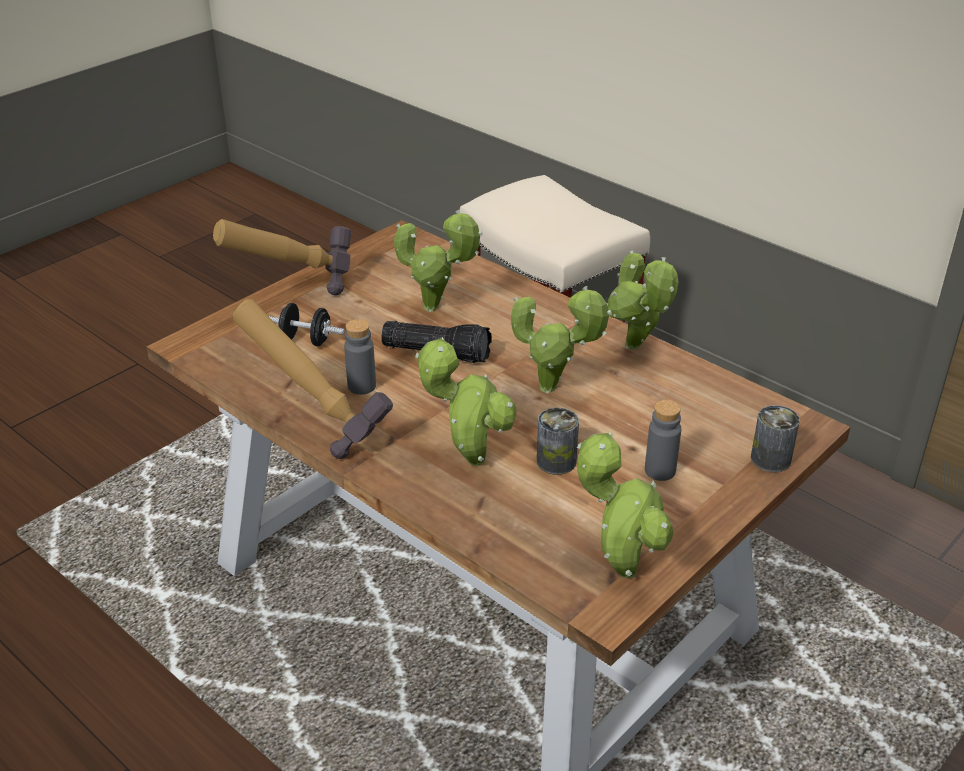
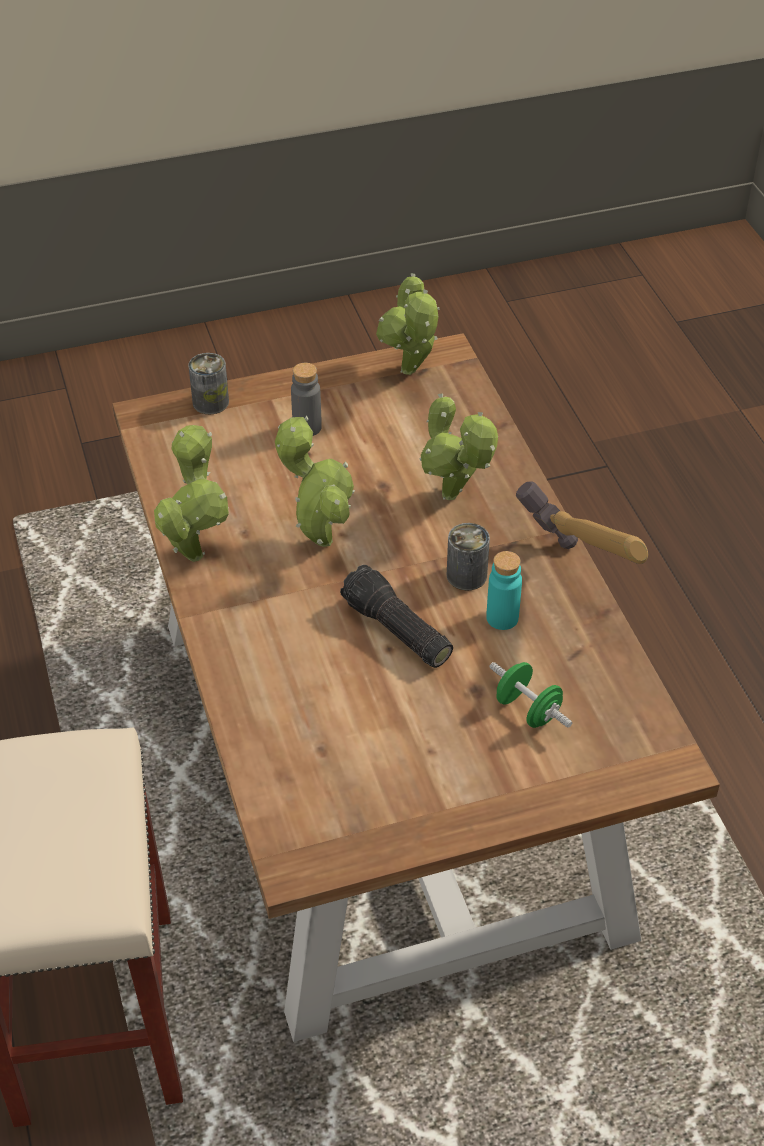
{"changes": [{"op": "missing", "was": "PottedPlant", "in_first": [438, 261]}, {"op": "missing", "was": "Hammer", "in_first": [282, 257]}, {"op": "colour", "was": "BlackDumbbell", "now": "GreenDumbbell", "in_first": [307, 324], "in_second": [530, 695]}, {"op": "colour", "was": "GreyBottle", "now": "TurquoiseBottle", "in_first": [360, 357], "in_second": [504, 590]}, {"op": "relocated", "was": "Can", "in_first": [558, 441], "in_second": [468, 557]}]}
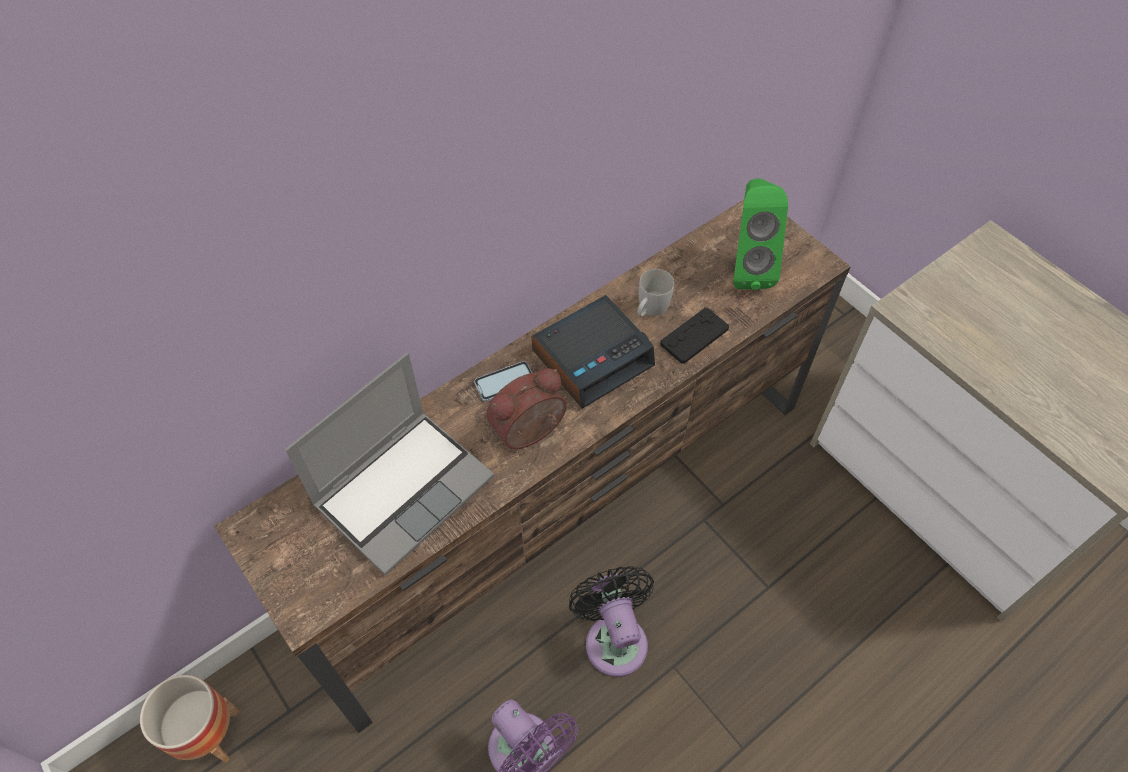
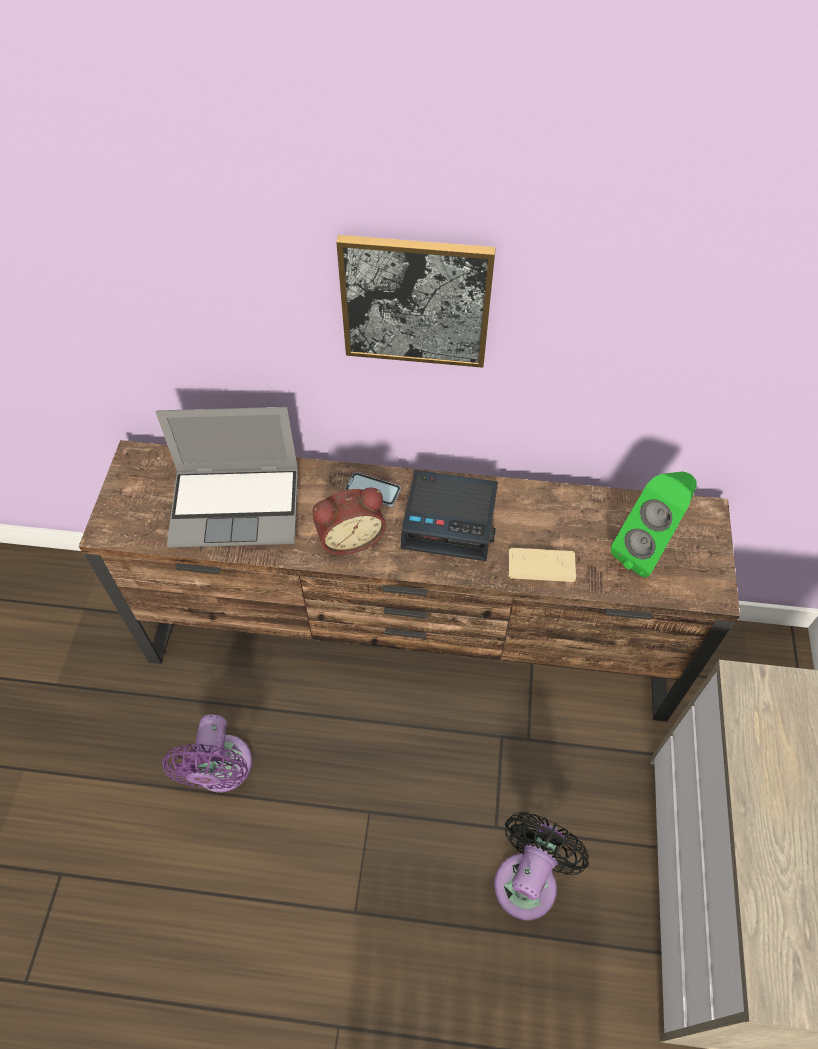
{"changes": [{"op": "missing", "was": "WhiteMug", "in_first": [655, 293]}, {"op": "colour", "was": "BlackGameController", "now": "BeigeGameController", "in_first": [694, 336], "in_second": [542, 565]}, {"op": "spun", "was": "AlarmClock", "in_first": [526, 408], "in_second": [349, 521], "clockwise": 150}, {"op": "relocated", "was": "BlackFan", "in_first": [611, 621], "in_second": [541, 866]}, {"op": "missing", "was": "Planter", "in_first": [190, 719]}, {"op": "appeared", "now": "Picture", "in_second": [416, 301]}]}
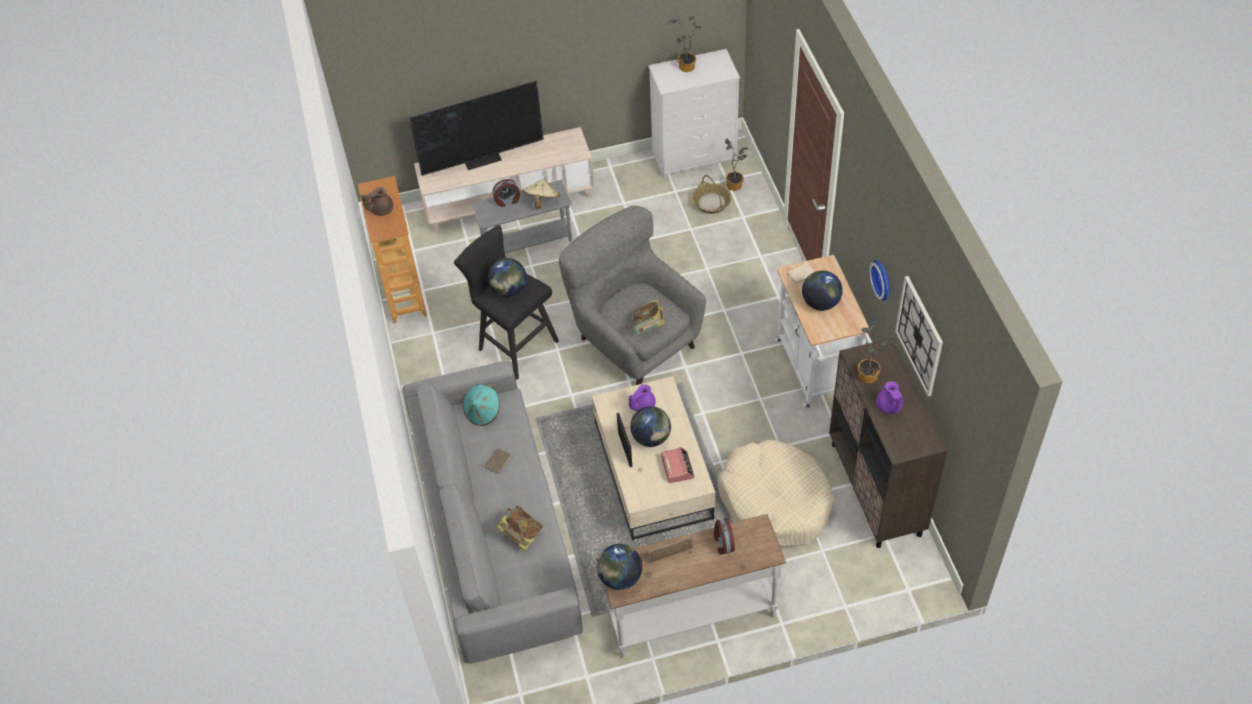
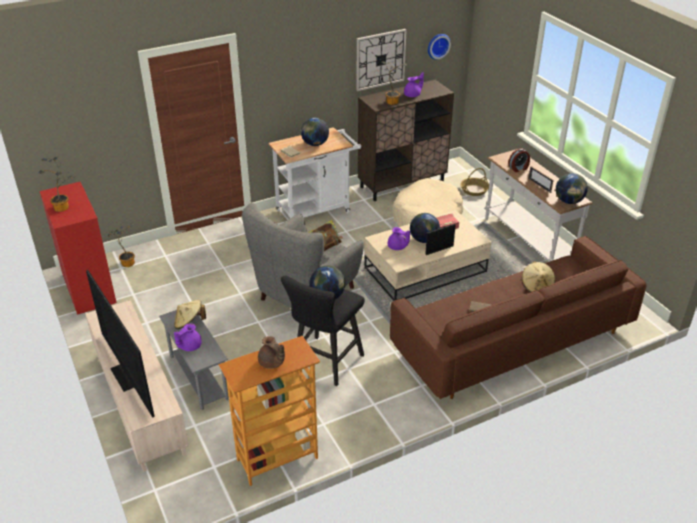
{"changes": [{"op": "colour", "was": "WhiteDresser", "now": "RedDresser", "in_first": [694, 114], "in_second": [78, 248]}, {"op": "relocated", "was": "Basket", "in_first": [712, 194], "in_second": [474, 182]}, {"op": "exchanged", "was": "AlarmClock", "now": "PurpleTeapot", "in_first": [506, 193], "in_second": [188, 337]}, {"op": "relocated", "was": "WallClock", "in_first": [879, 280], "in_second": [439, 47]}, {"op": "colour", "was": "GreySofa", "now": "BrownSofa", "in_first": [493, 512], "in_second": [518, 317]}, {"op": "missing", "was": "TurquoiseHat", "in_first": [481, 405]}, {"op": "exchanged", "was": "Book", "now": "BeigeHat", "in_first": [519, 528], "in_second": [538, 276]}]}
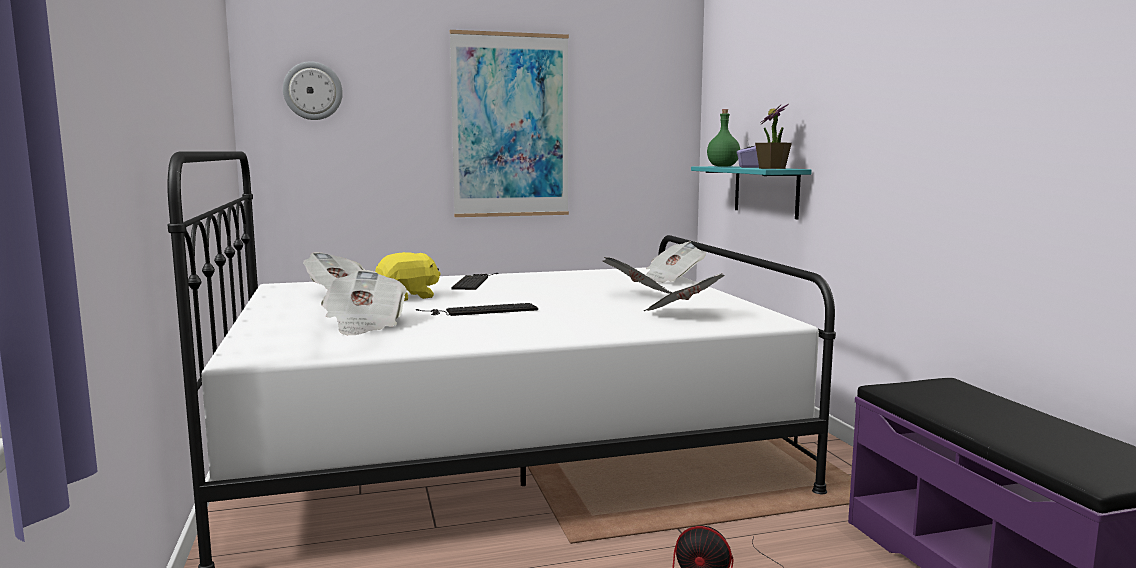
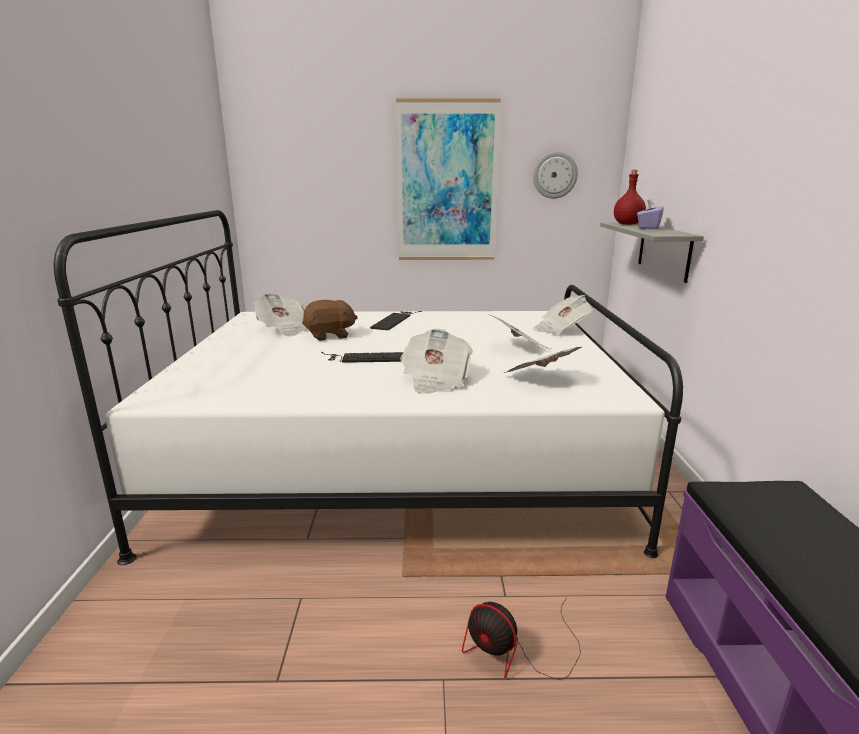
{"changes": [{"op": "relocated", "was": "WallClock", "in_first": [313, 90], "in_second": [555, 175]}, {"op": "missing", "was": "PottedPlant", "in_first": [773, 136]}, {"op": "colour", "was": "GreenBottle", "now": "RedBottle", "in_first": [723, 138], "in_second": [630, 197]}, {"op": "colour", "was": "TurquoiseShelf", "now": "GreyShelf", "in_first": [751, 192], "in_second": [652, 252]}, {"op": "colour", "was": "YellowPlushToy", "now": "BrownPlushToy", "in_first": [408, 276], "in_second": [330, 320]}, {"op": "relocated", "was": "Newspaper", "in_first": [364, 302], "in_second": [436, 361]}]}
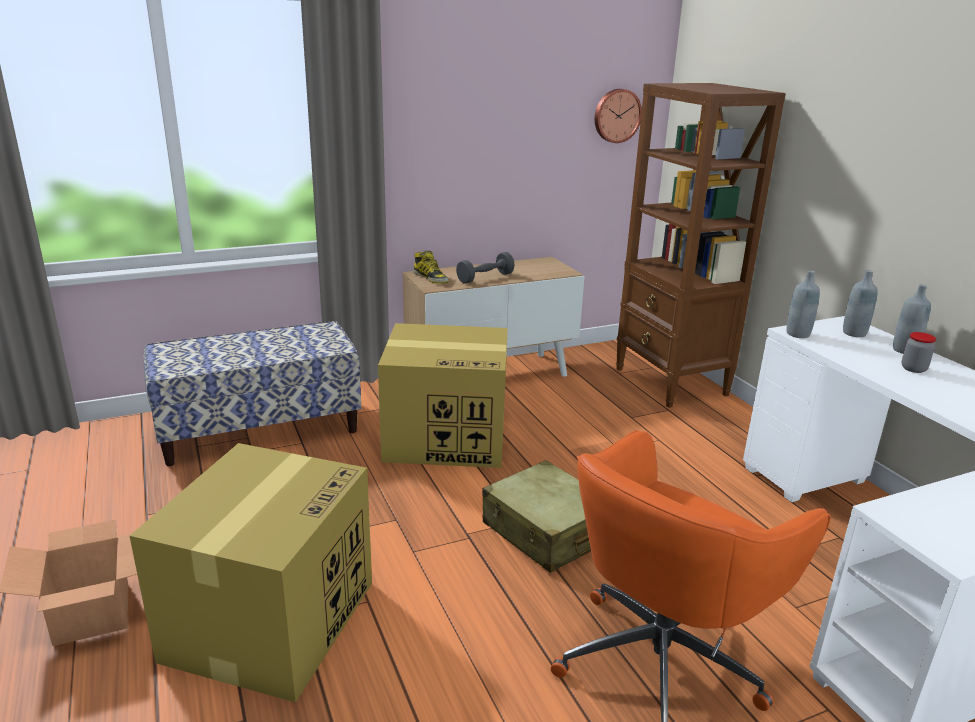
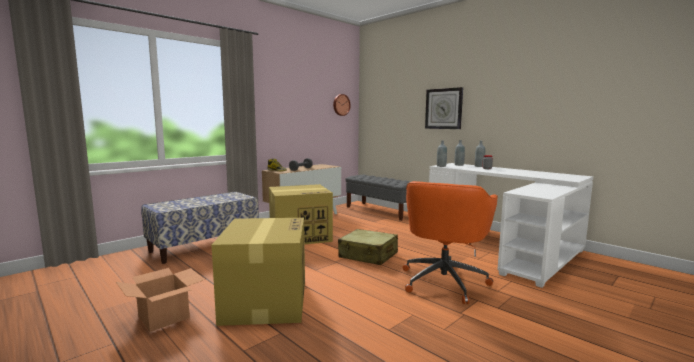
{"changes": [{"op": "exchanged", "was": "BrownBookcase", "now": "GreyBench", "in_first": [701, 245], "in_second": [377, 198]}, {"op": "appeared", "now": "WallClock", "in_second": [444, 108]}]}
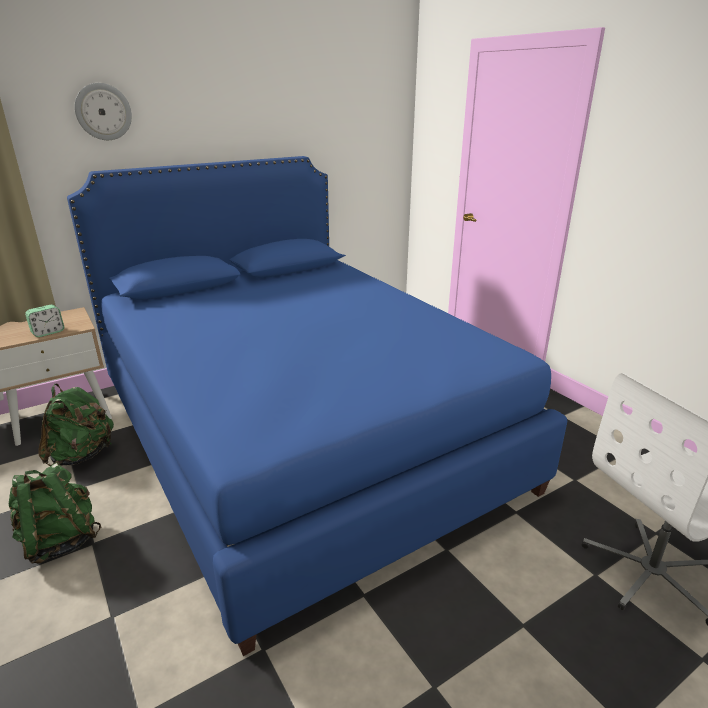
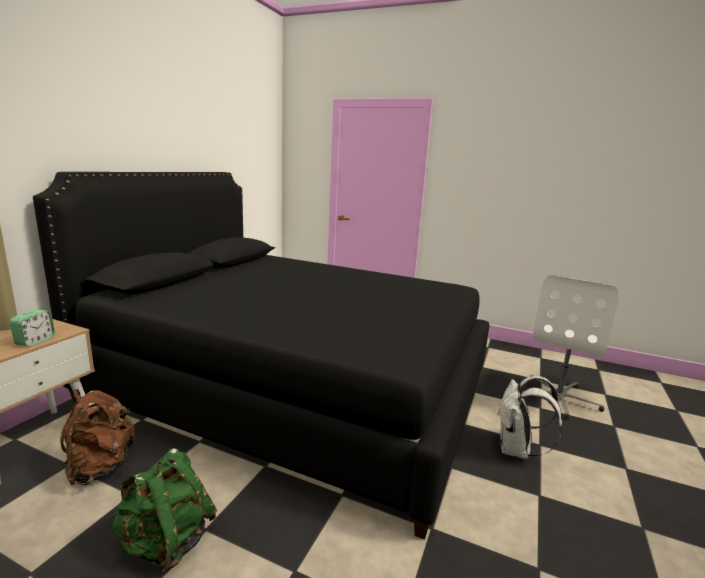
{"changes": [{"op": "missing", "was": "WallClock", "in_first": [103, 111]}, {"op": "colour", "was": "BlueBed", "now": "BlackBed", "in_first": [317, 406], "in_second": [261, 356]}, {"op": "colour", "was": "GreenBackpack", "now": "BrownBackpack", "in_first": [76, 424], "in_second": [98, 437]}, {"op": "appeared", "now": "WhiteBackpack", "in_second": [530, 417]}]}
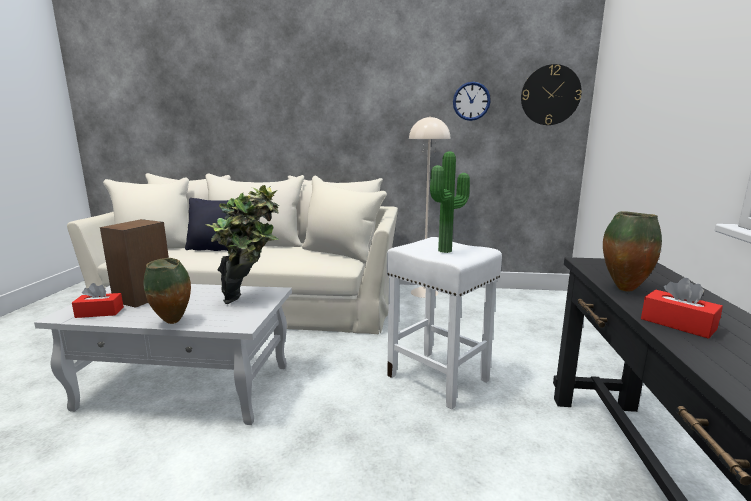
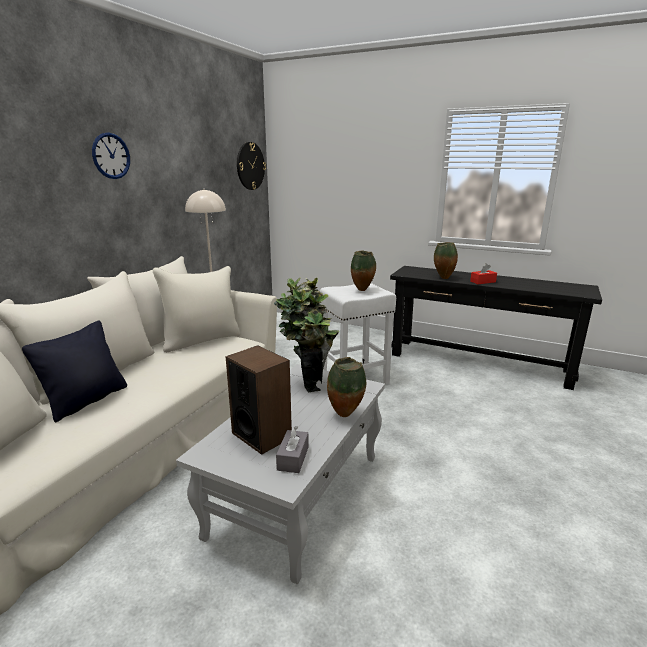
{"changes": [{"op": "relocated", "was": "WallClock", "in_first": [472, 101], "in_second": [111, 156]}, {"op": "exchanged", "was": "PottedPlant", "now": "Vase", "in_first": [450, 202], "in_second": [363, 271]}, {"op": "colour", "was": "RedTissueBox", "now": "GreyTissueBox", "in_first": [98, 300], "in_second": [292, 449]}]}
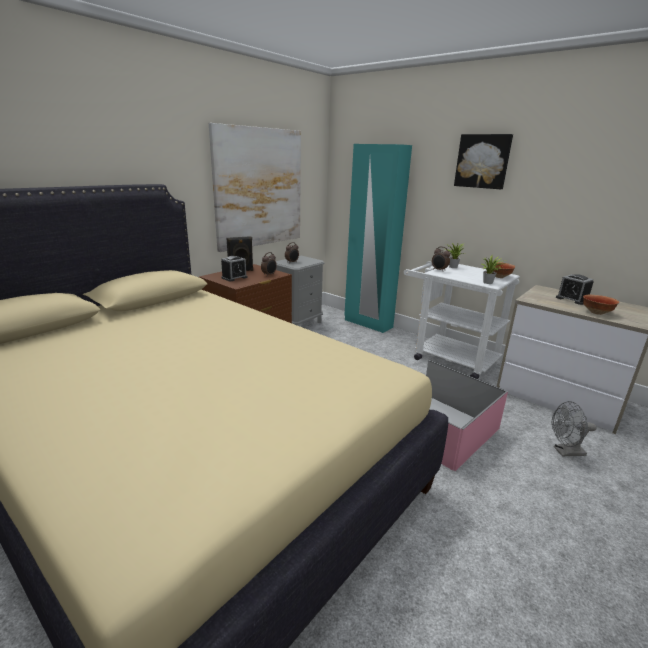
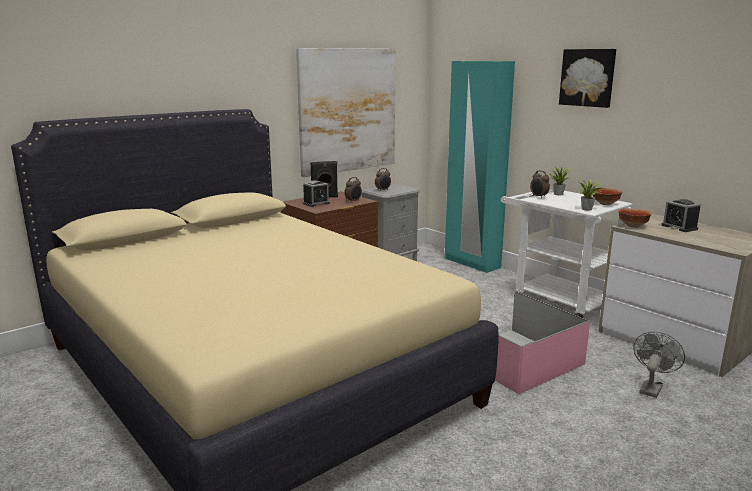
{"changes": [{"op": "relocated", "was": "Bowl", "in_first": [601, 305], "in_second": [635, 218]}, {"op": "spun", "was": "GreyFan", "in_first": [574, 429], "in_second": [659, 365], "clockwise": 120}]}
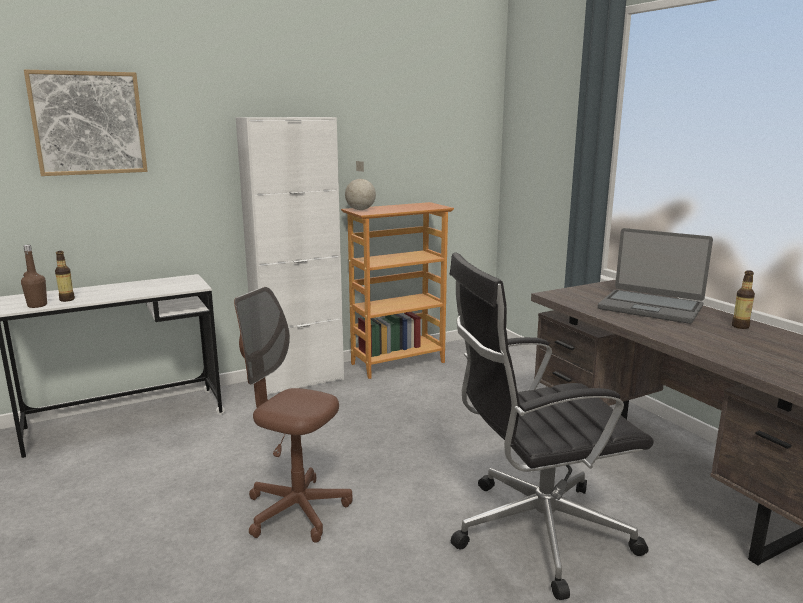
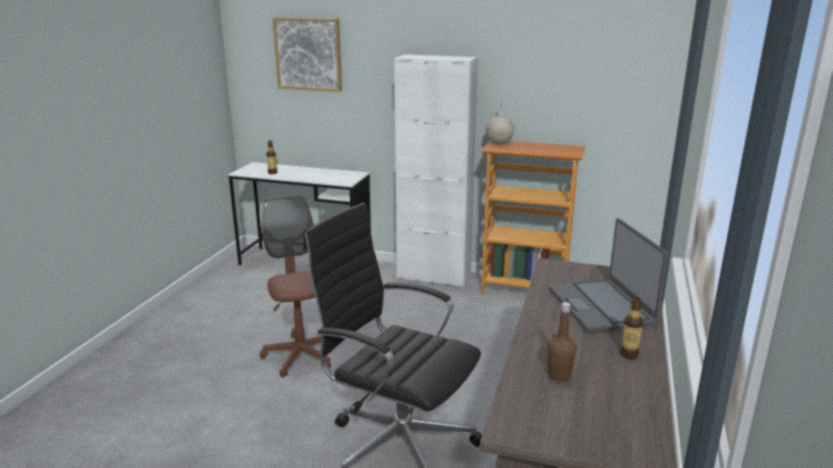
{"changes": [{"op": "relocated", "was": "BrownBottle", "in_first": [34, 276], "in_second": [562, 341]}]}
